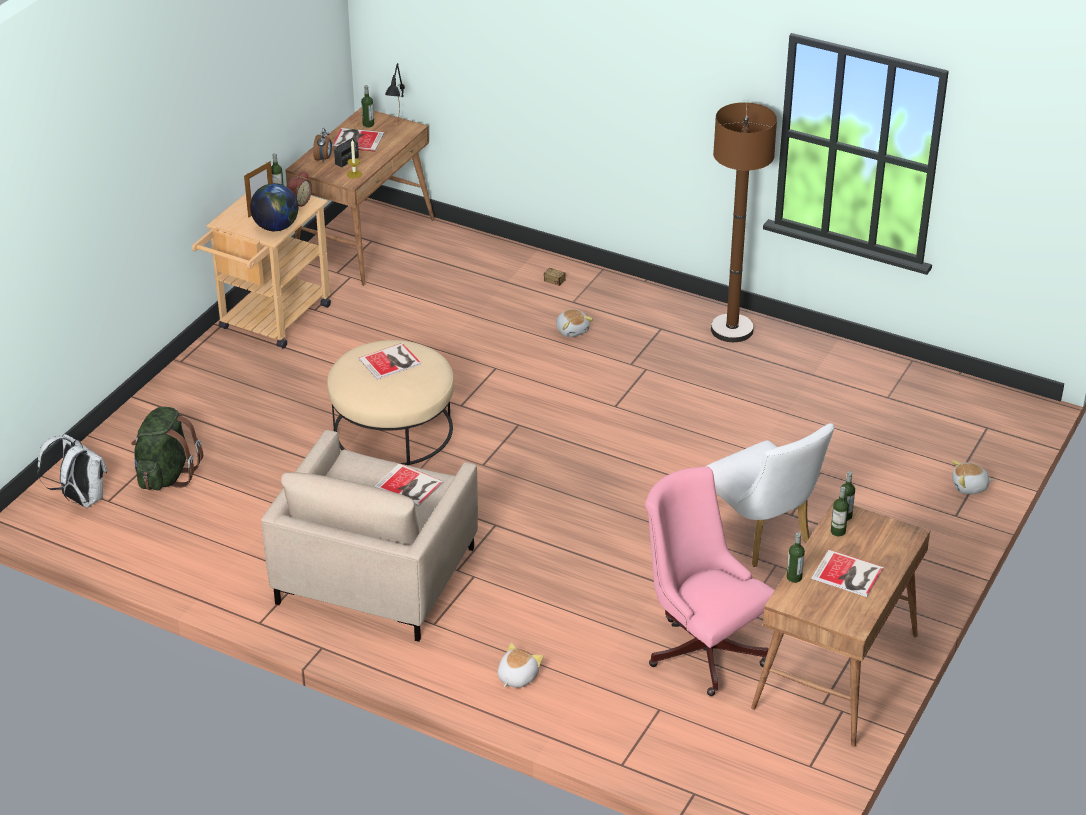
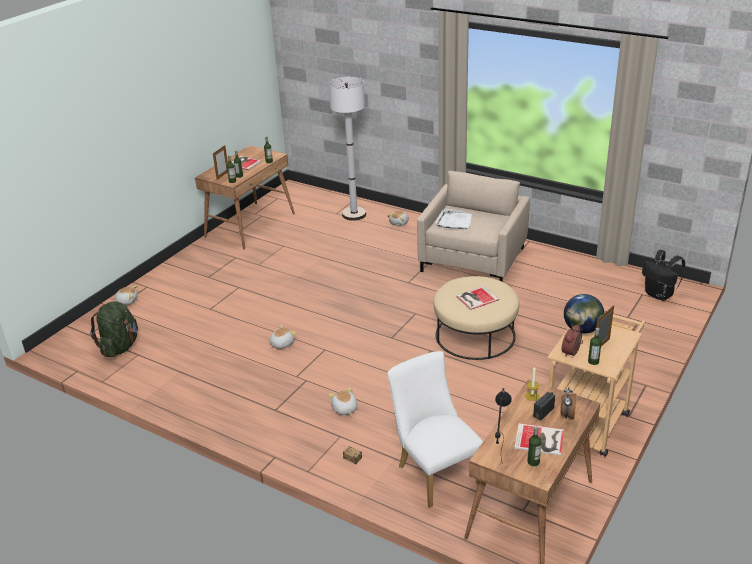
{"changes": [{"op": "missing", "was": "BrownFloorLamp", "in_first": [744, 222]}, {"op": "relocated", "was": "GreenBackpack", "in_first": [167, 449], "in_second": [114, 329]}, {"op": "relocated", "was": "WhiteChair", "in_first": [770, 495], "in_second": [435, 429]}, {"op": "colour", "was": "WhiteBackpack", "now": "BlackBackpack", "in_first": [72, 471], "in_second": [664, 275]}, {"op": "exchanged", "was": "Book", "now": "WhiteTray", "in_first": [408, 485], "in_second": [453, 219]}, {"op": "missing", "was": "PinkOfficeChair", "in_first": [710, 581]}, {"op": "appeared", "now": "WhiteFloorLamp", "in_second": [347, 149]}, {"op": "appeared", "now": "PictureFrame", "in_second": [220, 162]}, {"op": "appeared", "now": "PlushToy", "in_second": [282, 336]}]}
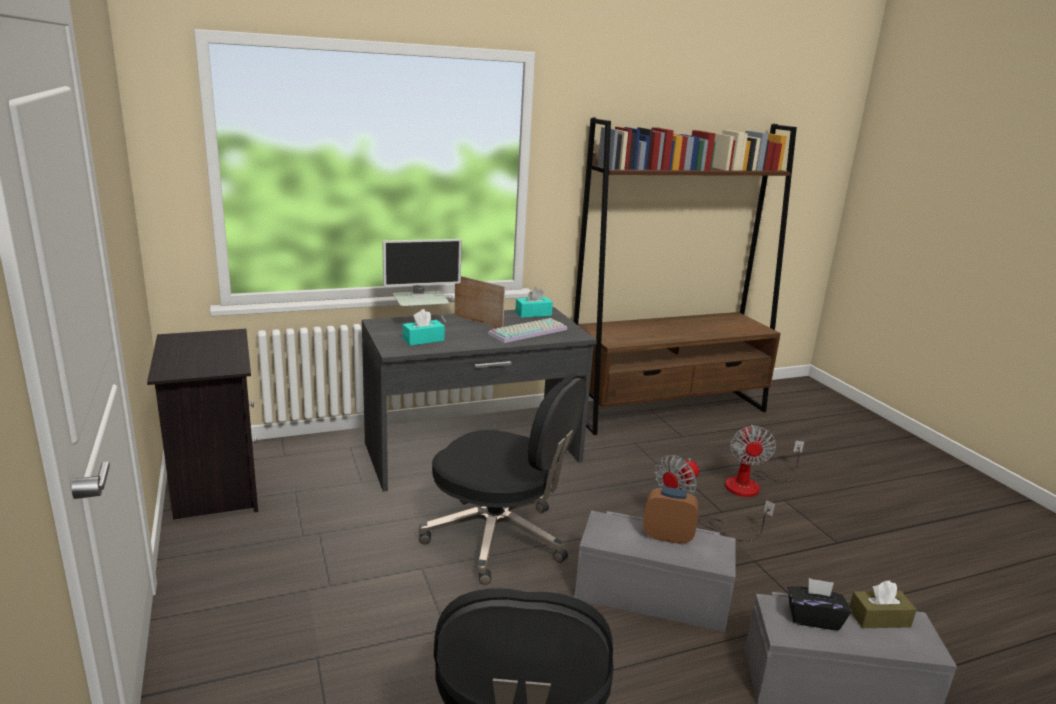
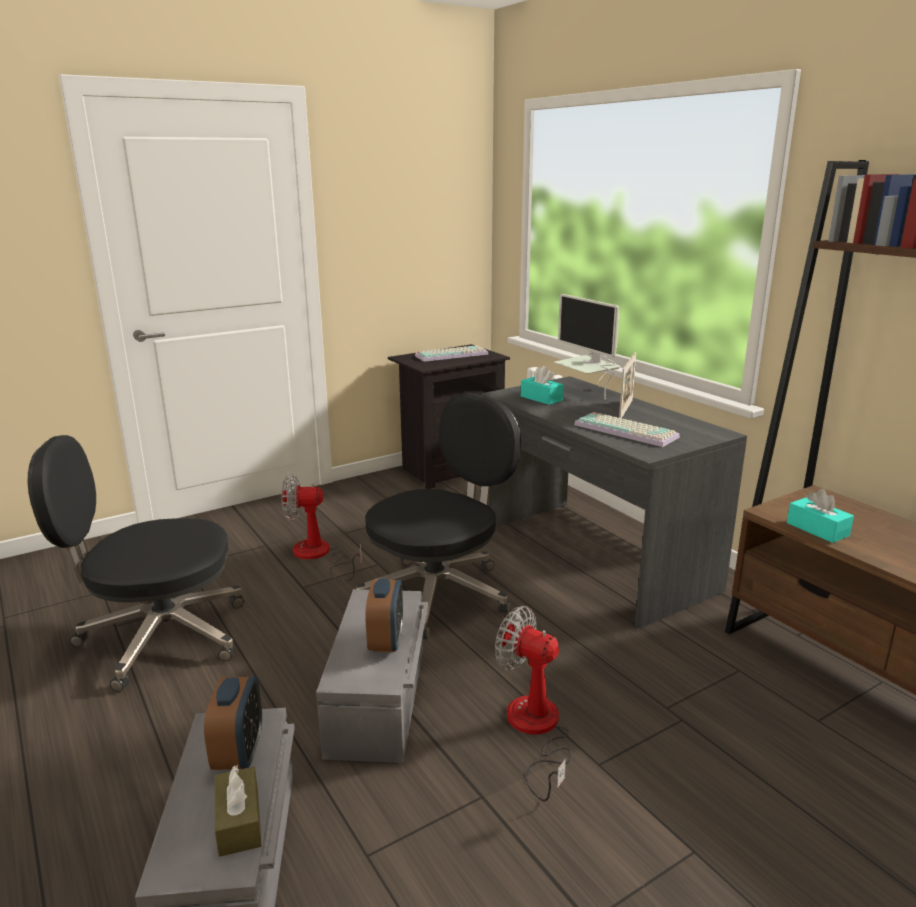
{"changes": [{"op": "relocated", "was": "TurquoiseTissueBox", "in_first": [534, 302], "in_second": [820, 516]}, {"op": "spun", "was": "BlackOfficeChair", "in_first": [502, 479], "in_second": [438, 516], "clockwise": -150}, {"op": "relocated", "was": "Fan", "in_first": [764, 461], "in_second": [321, 527]}, {"op": "exchanged", "was": "BlackTissueBox", "now": "AlarmClock", "in_first": [819, 604], "in_second": [233, 723]}, {"op": "appeared", "now": "Keyboard", "in_second": [451, 353]}]}
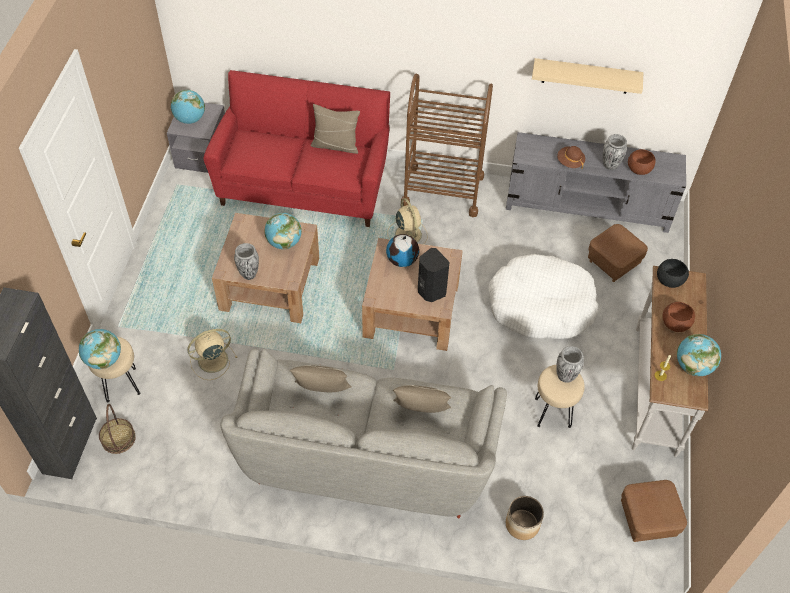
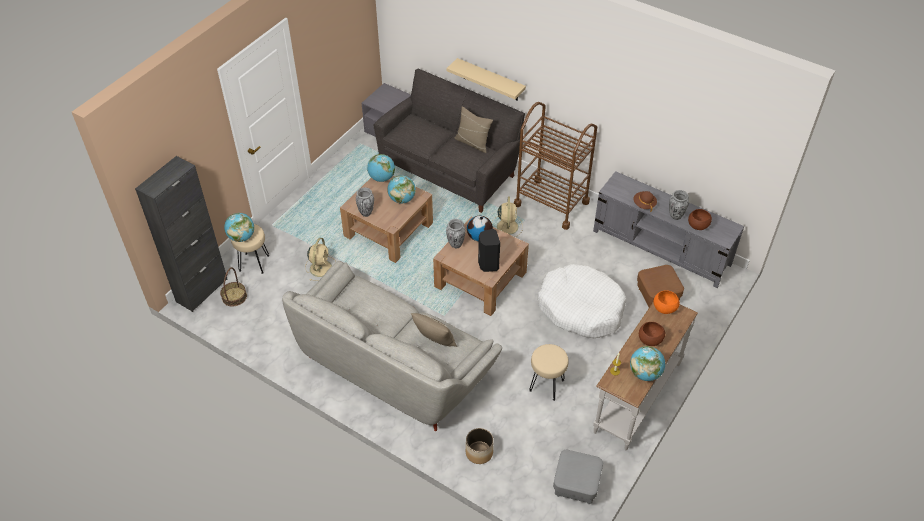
{"changes": [{"op": "relocated", "was": "BeigeShelf", "in_first": [587, 76], "in_second": [486, 79]}, {"op": "colour", "was": "RedSofa", "now": "GreySofa", "in_first": [296, 148], "in_second": [449, 141]}, {"op": "relocated", "was": "Globe", "in_first": [188, 107], "in_second": [381, 168]}, {"op": "colour", "was": "BlackBowl", "now": "OrangeBowl", "in_first": [673, 273], "in_second": [667, 302]}, {"op": "spun", "was": "BeigeFan", "in_first": [212, 354], "in_second": [320, 259], "clockwise": 105}, {"op": "relocated", "was": "Vase", "in_first": [570, 364], "in_second": [455, 233]}, {"op": "missing", "was": "BeigePillow", "in_first": [320, 378]}, {"op": "colour", "was": "BrownOttoman", "now": "GreyOttoman", "in_first": [654, 511], "in_second": [578, 477]}]}
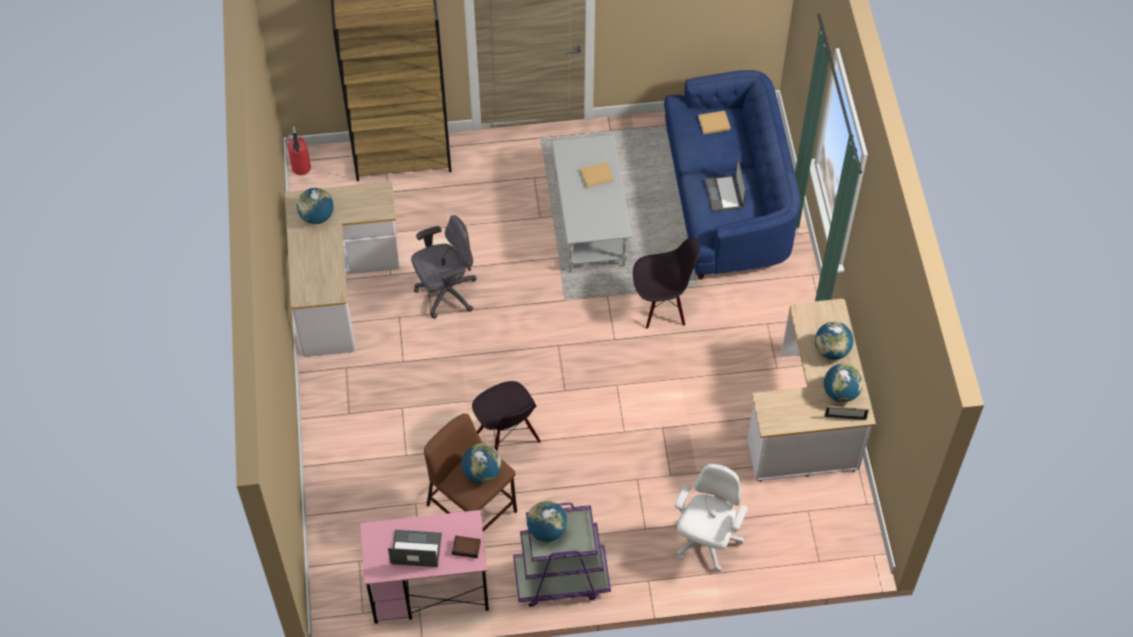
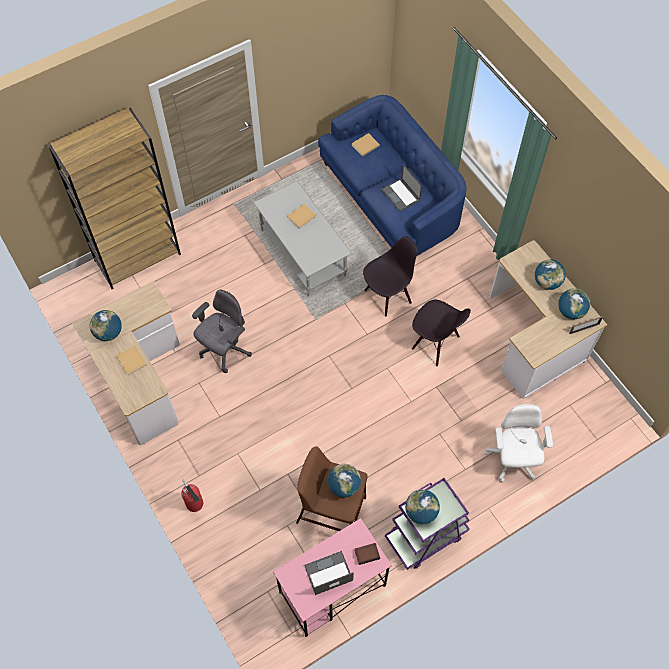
{"changes": [{"op": "relocated", "was": "FireExtinguisher", "in_first": [298, 150], "in_second": [192, 495]}, {"op": "relocated", "was": "BlackChair", "in_first": [506, 416], "in_second": [441, 333]}, {"op": "appeared", "now": "BeigeBook", "in_second": [131, 360]}]}
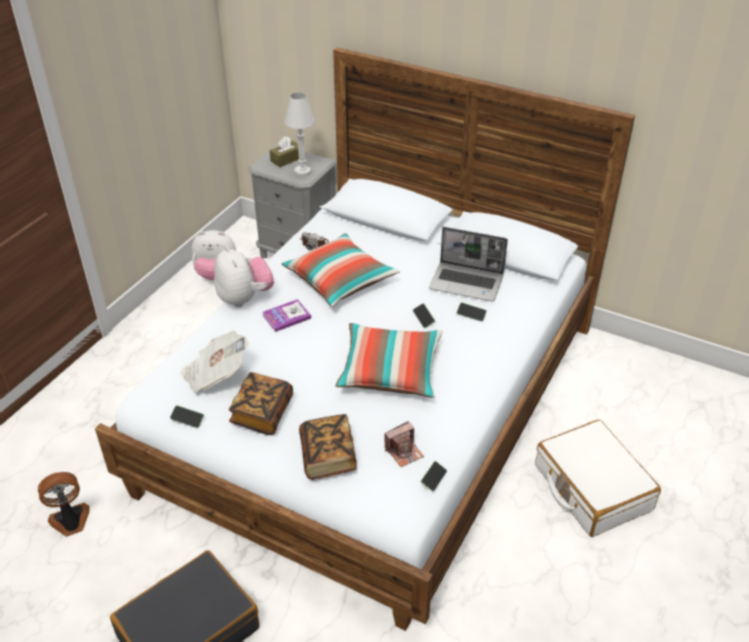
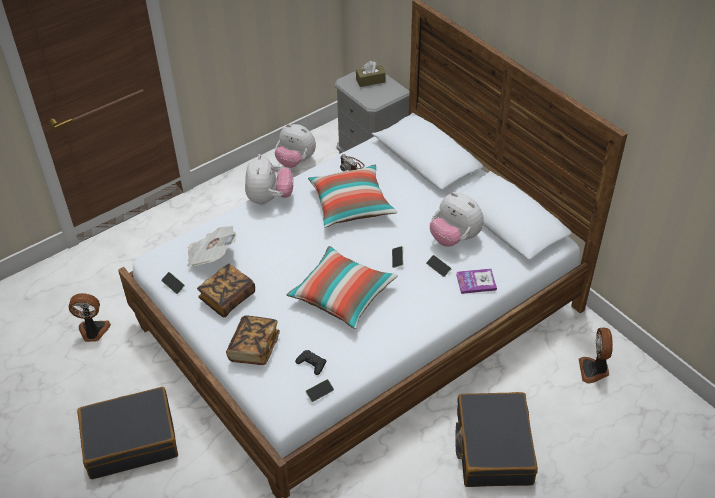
{"changes": [{"op": "missing", "was": "WhiteTableLamp", "in_first": [300, 134]}, {"op": "exchanged", "was": "Laptop", "now": "PlushToy", "in_first": [468, 264], "in_second": [457, 219]}, {"op": "relocated", "was": "Book", "in_first": [286, 315], "in_second": [476, 281]}, {"op": "colour", "was": "WhiteSuitcase", "now": "BlackSuitcase", "in_first": [598, 478], "in_second": [496, 439]}, {"op": "exchanged", "was": "PhotoCamera", "now": "BlackGameController", "in_first": [404, 444], "in_second": [310, 362]}, {"op": "appeared", "now": "Fan", "in_second": [596, 356]}]}
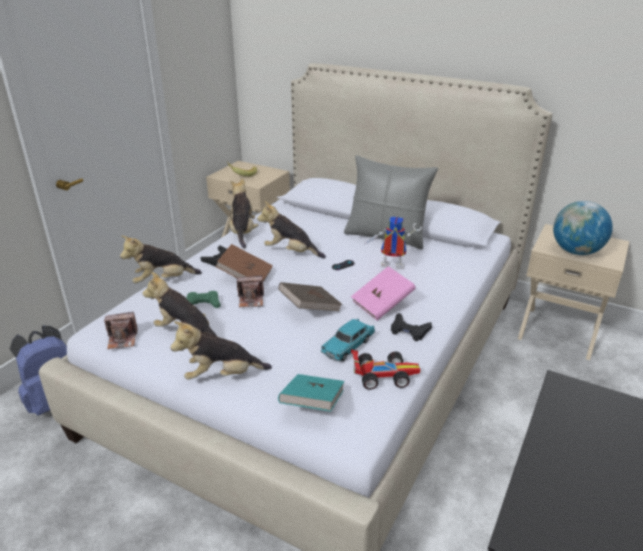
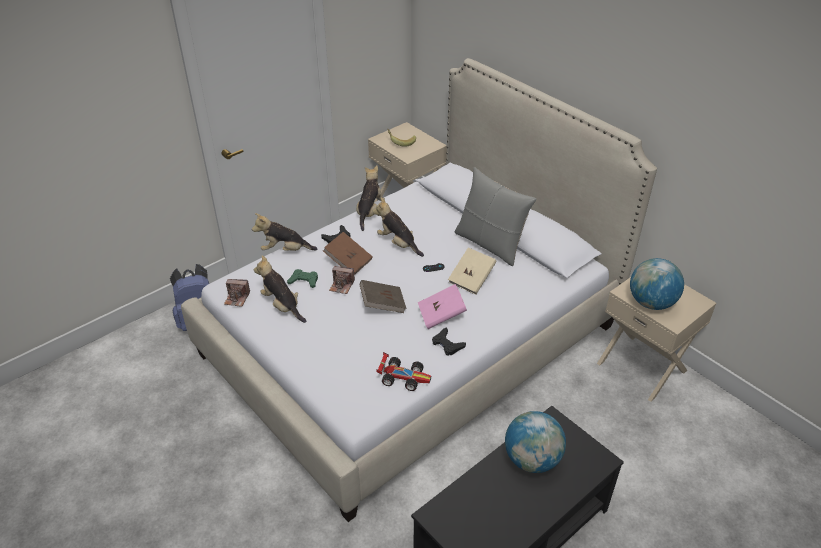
{"changes": [{"op": "exchanged", "was": "ToyRobot", "now": "BeigeBook", "in_first": [393, 243], "in_second": [472, 271]}, {"op": "missing", "was": "TurquoiseToyCar", "in_first": [348, 340]}, {"op": "missing", "was": "PlushToy", "in_first": [221, 350]}, {"op": "missing", "was": "TurquoiseBook", "in_first": [311, 393]}, {"op": "appeared", "now": "Globe", "in_second": [535, 442]}]}
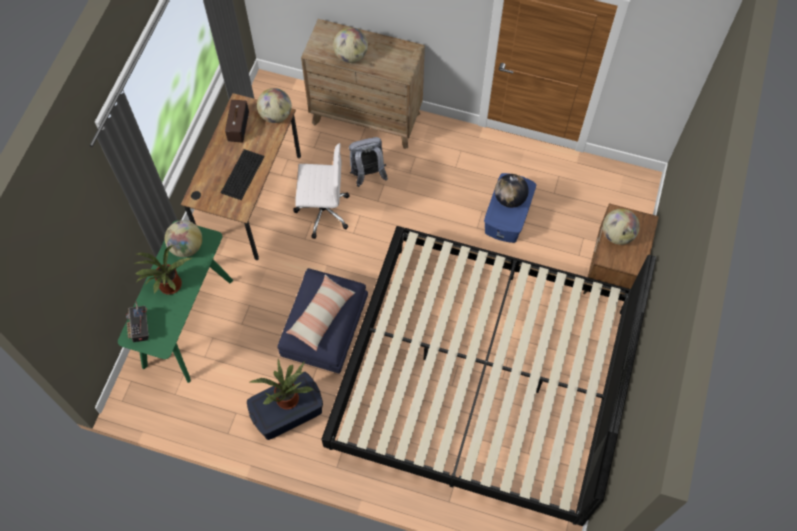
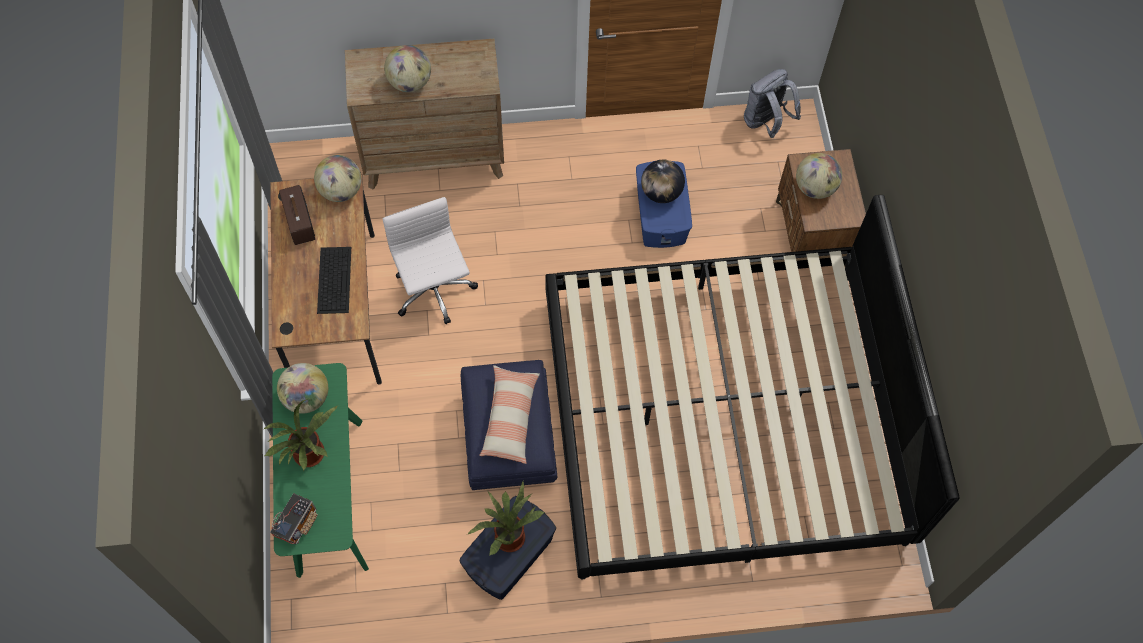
{"changes": [{"op": "relocated", "was": "GreyBackpack", "in_first": [368, 162], "in_second": [772, 103]}, {"op": "spun", "was": "WhiteOfficeChair", "in_first": [321, 191], "in_second": [430, 260], "clockwise": -90}, {"op": "spun", "was": "Radio", "in_first": [137, 321], "in_second": [294, 518], "clockwise": -120}]}
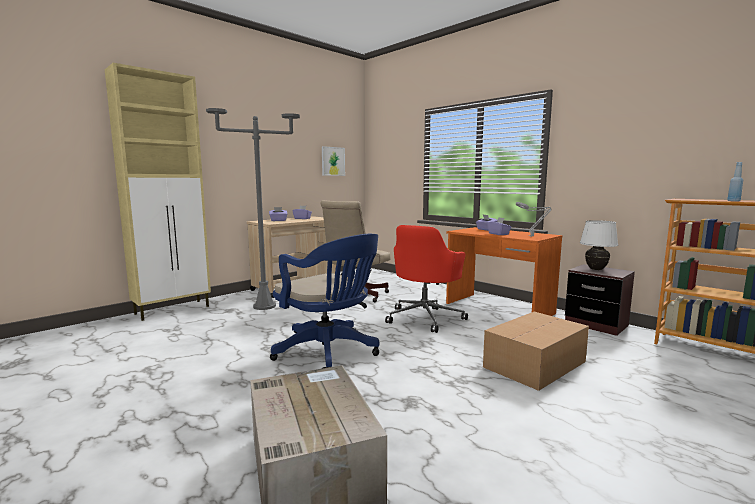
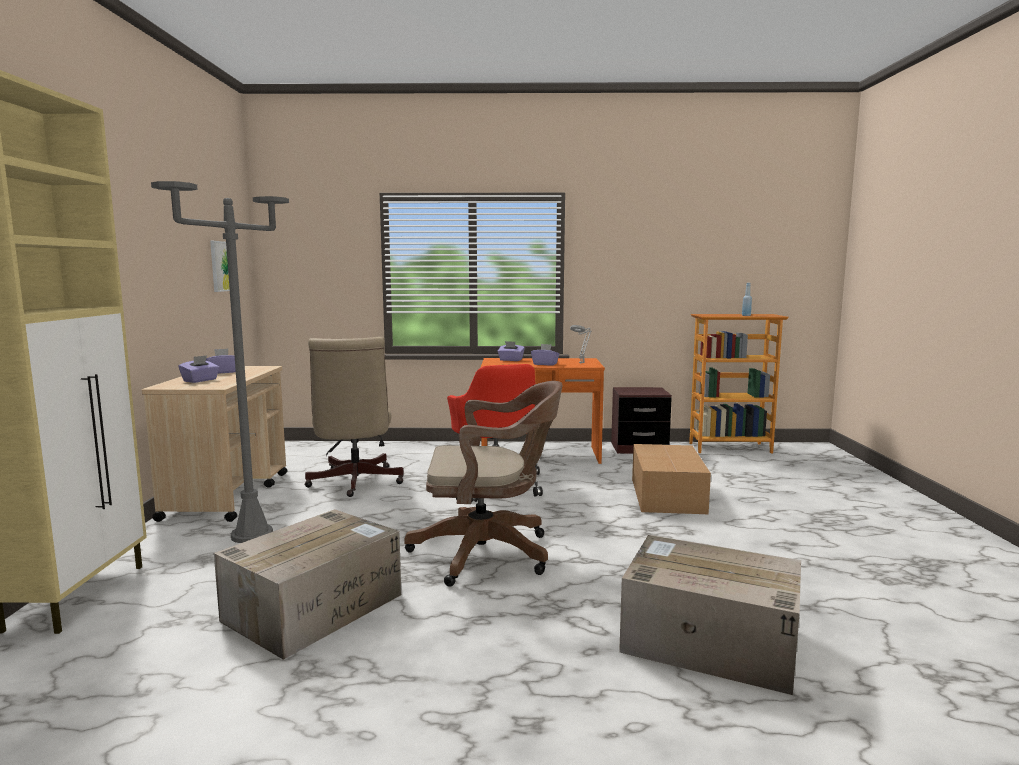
{"changes": [{"op": "missing", "was": "WhiteTableLamp", "in_first": [599, 245]}, {"op": "colour", "was": "BlueOfficeChair", "now": "BrownOfficeChair", "in_first": [324, 301], "in_second": [483, 484]}, {"op": "appeared", "now": "CardboardBox", "in_second": [307, 584]}]}
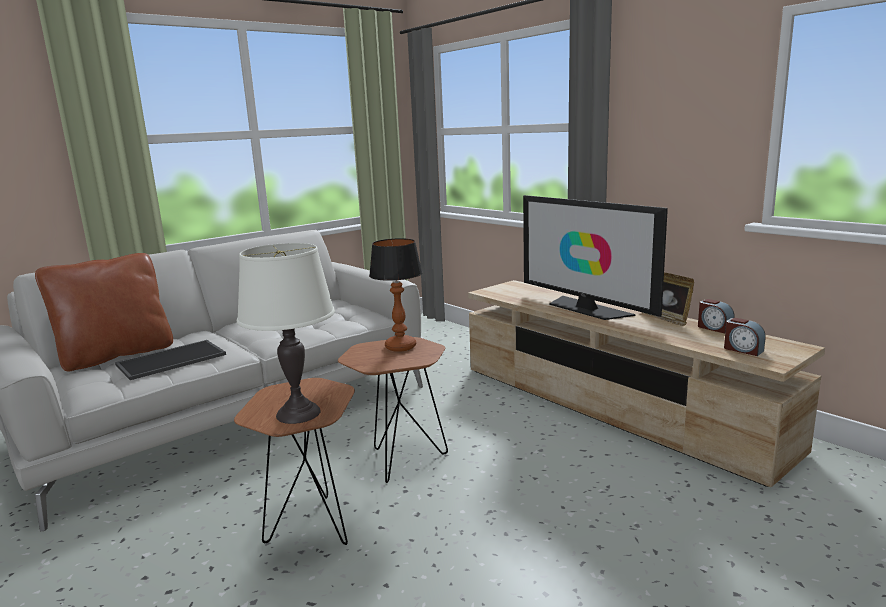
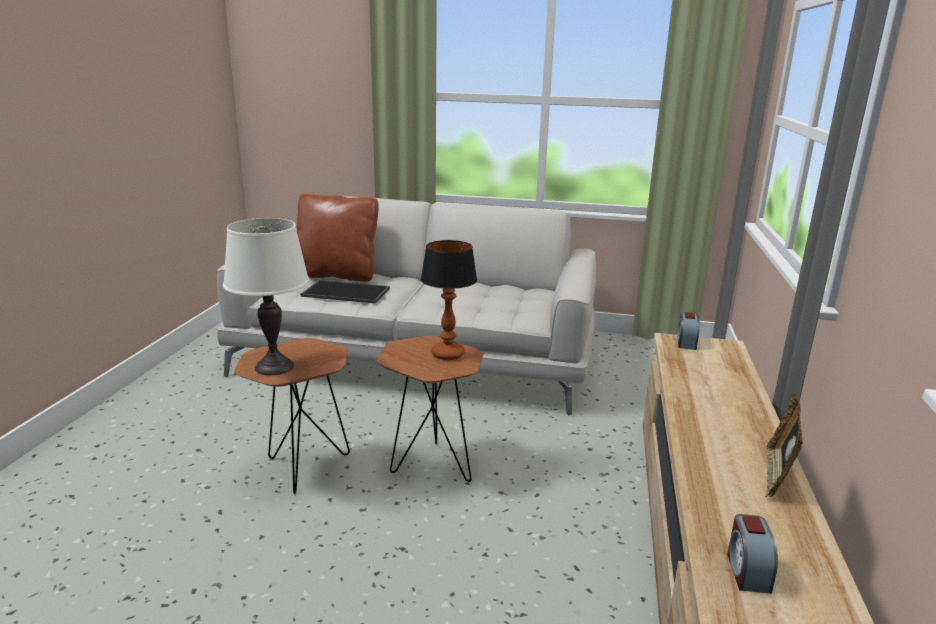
{"changes": [{"op": "missing", "was": "Television", "in_first": [595, 257]}, {"op": "relocated", "was": "AlarmClock", "in_first": [716, 316], "in_second": [688, 331]}]}
